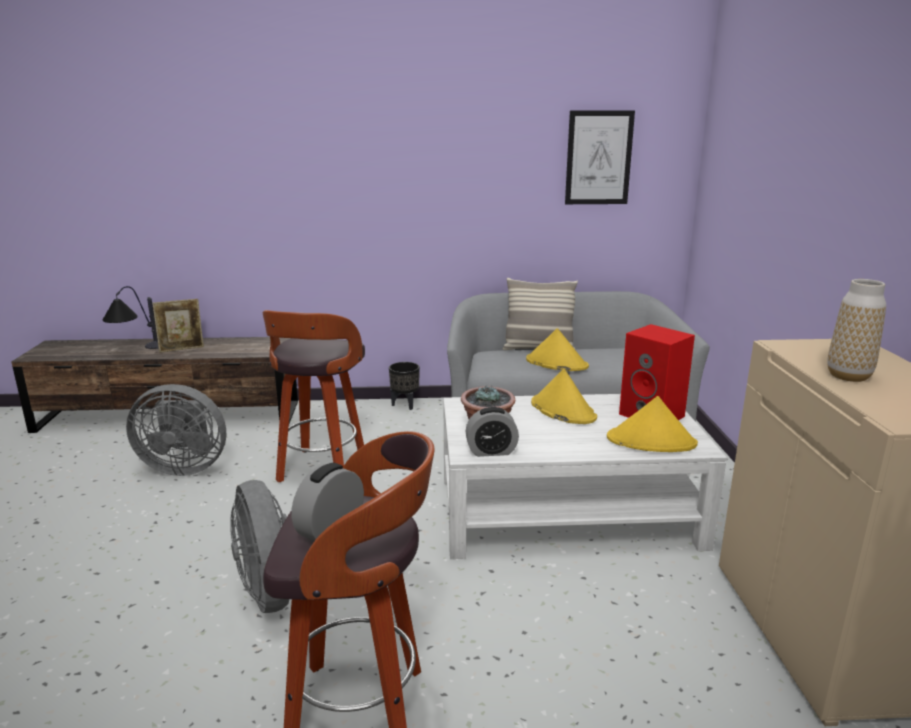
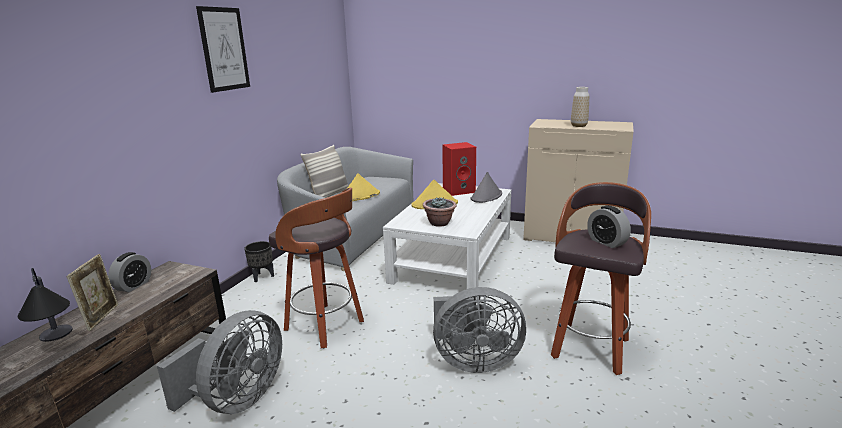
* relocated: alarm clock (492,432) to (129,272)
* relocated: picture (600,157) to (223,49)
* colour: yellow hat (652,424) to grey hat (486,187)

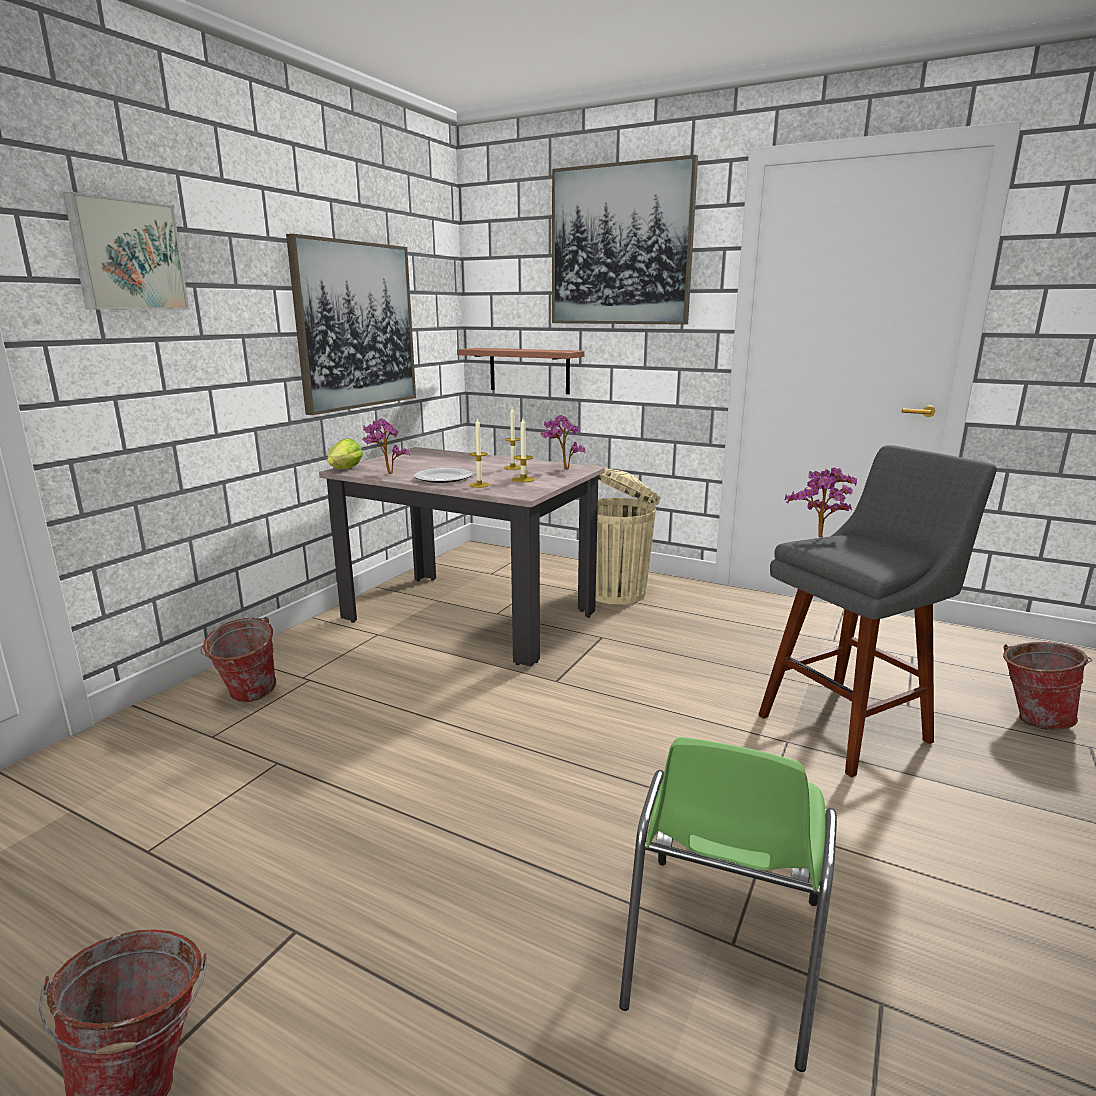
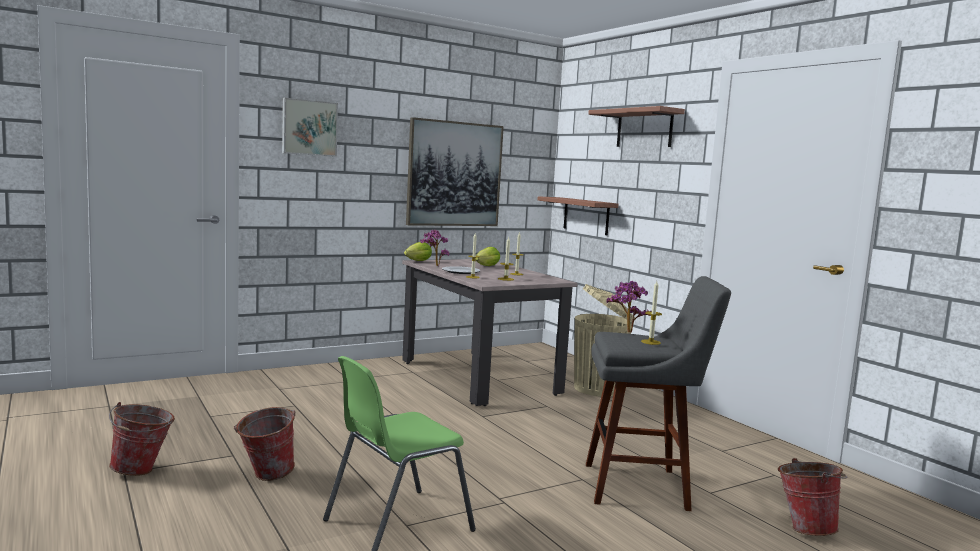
* missing: potted plant (563,442)
* appeared: lettuce (488,256)
* appeared: candle (651,313)
* relocated: bucket (238,659) to (265,444)
* exchanged: picture (625,240) to shelf (636,126)

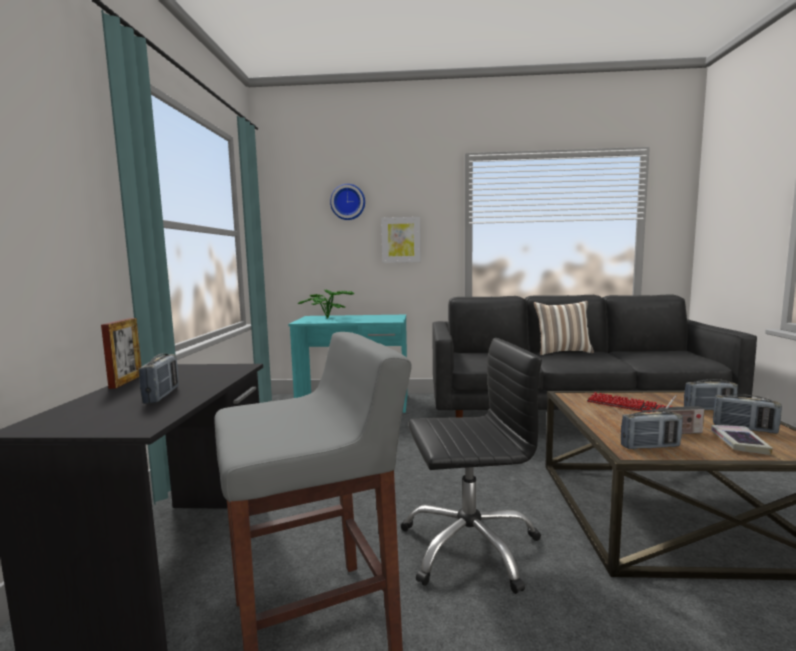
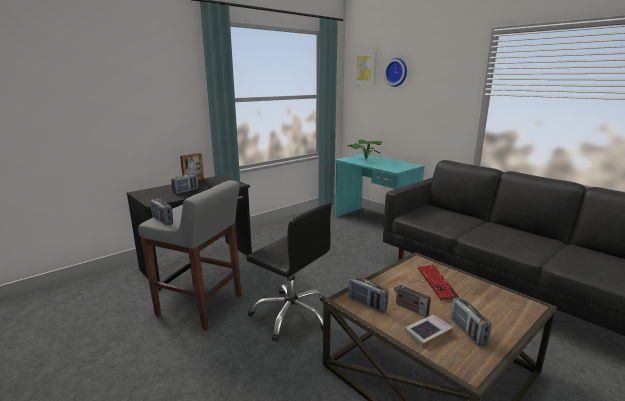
* missing: pillow (564,328)
* relocated: picture (401,240) to (365,67)
* relocated: radio (711,394) to (161,212)

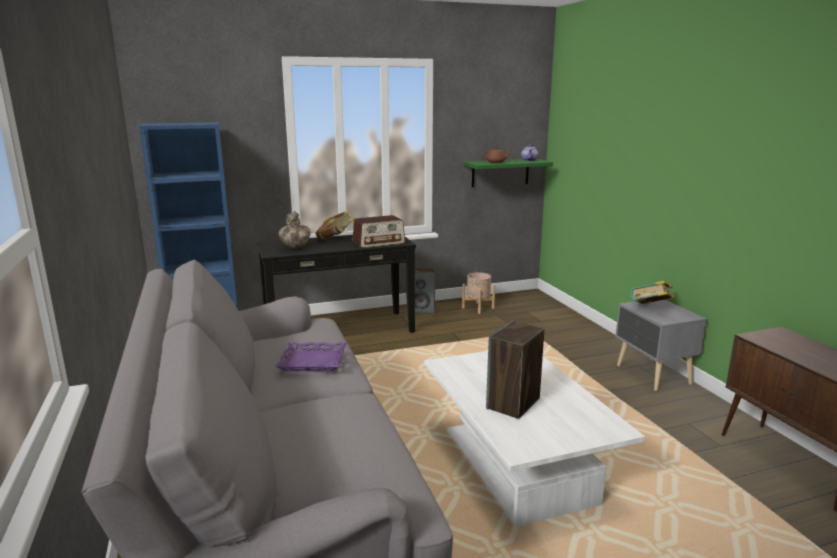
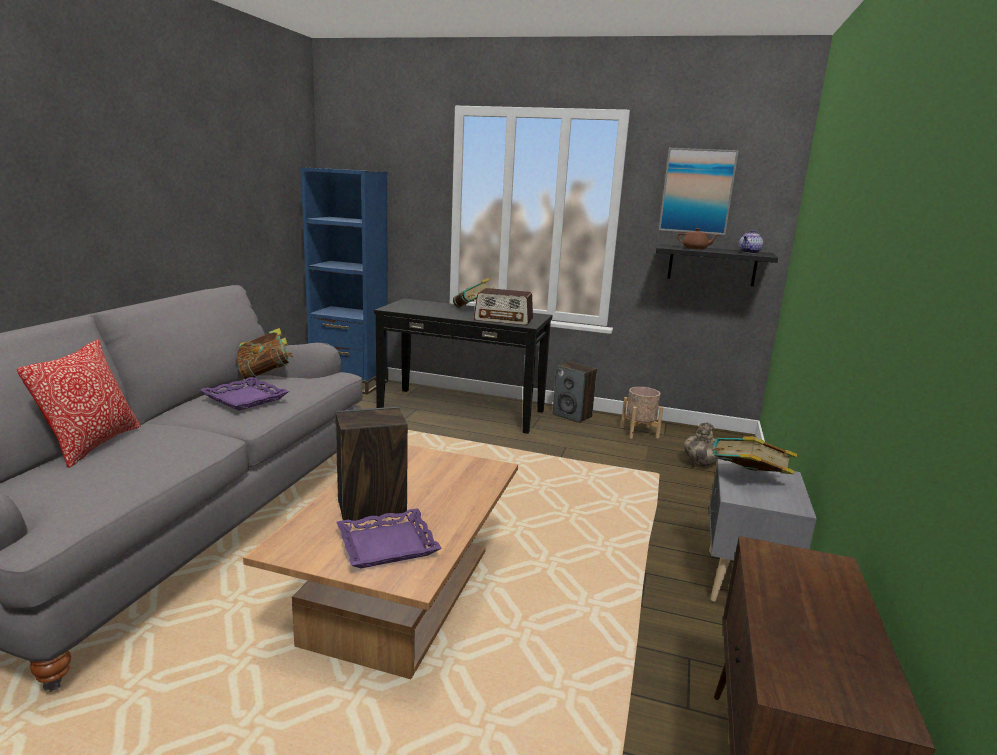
* appeared: pillow (79,403)
* appeared: book (265,354)
* appeared: purple tray (389,538)
* appeared: picture (699,191)
* relocated: vase (295,230) to (701,444)
* colour: white coffee table (534,439) to brown coffee table (380,562)
* colour: green shelf (508,173) to black shelf (717,265)

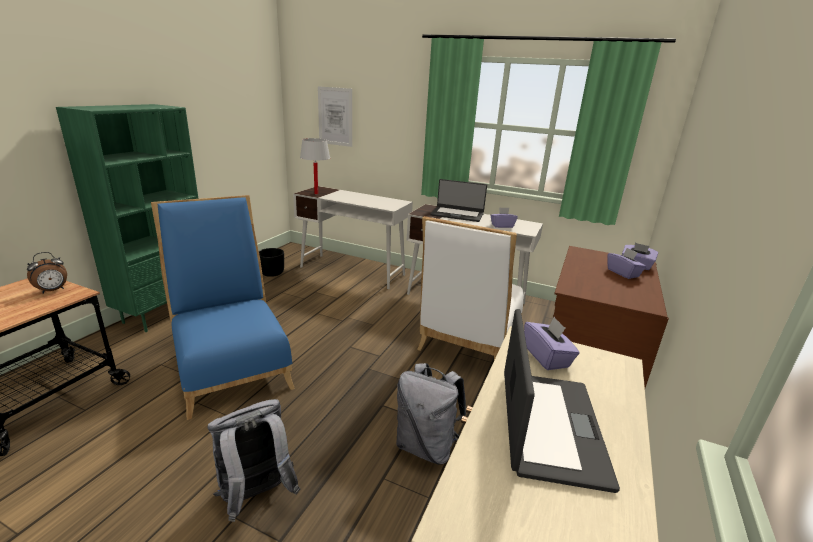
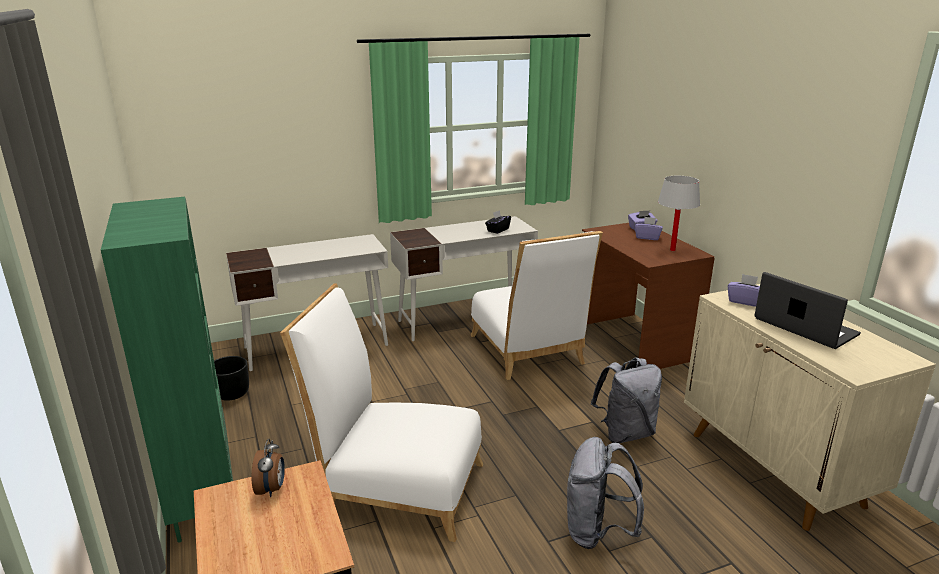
* missing: picture (335,116)
* missing: laptop (458,200)
* relocated: white table lamp (315,166) to (679,213)
* colour: blue chair (223,307) to white chair (381,412)
* colour: purple tissue box (504,217) to black tissue box (498,222)

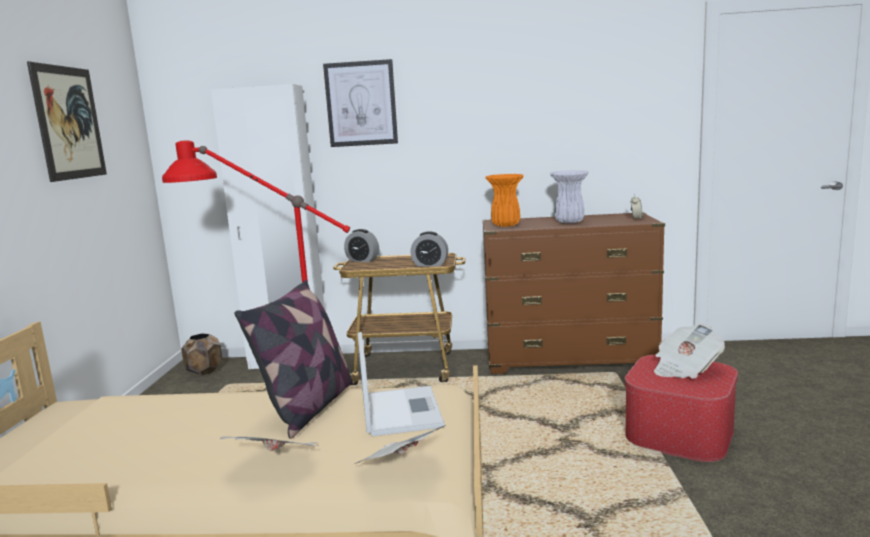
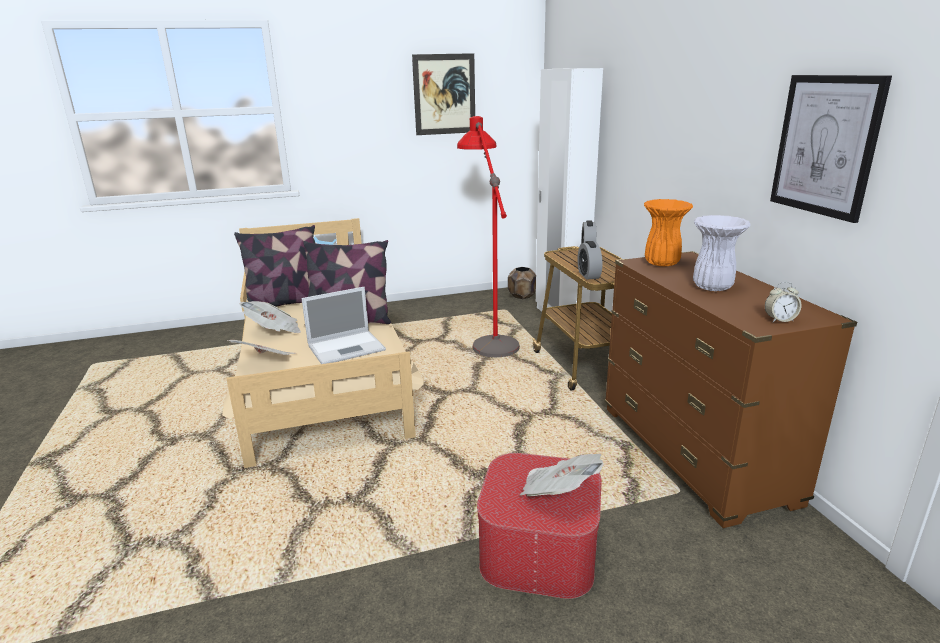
* appeared: pillow (274,266)
* relocated: picture (360,103) to (831,149)

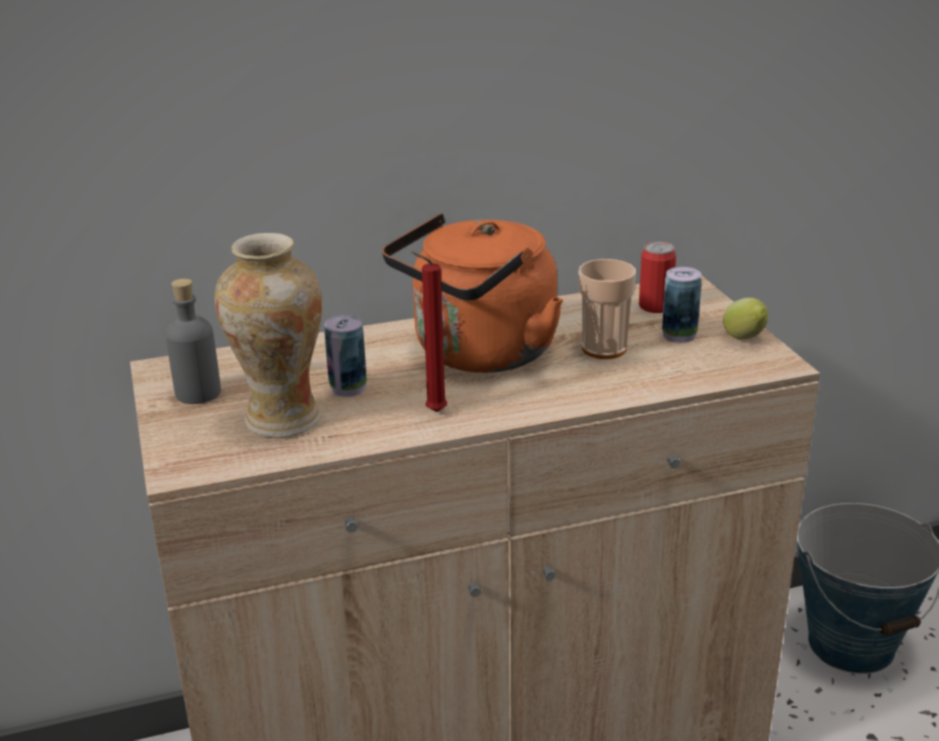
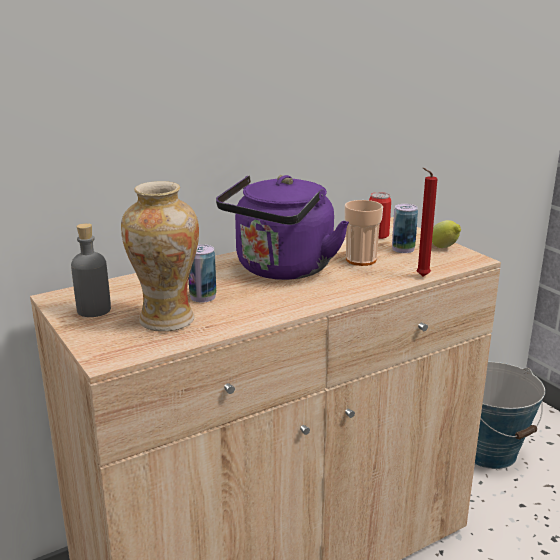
* relocated: red candle (429,332) to (426,222)
* colour: orange kettle (472,293) to purple kettle (282,227)

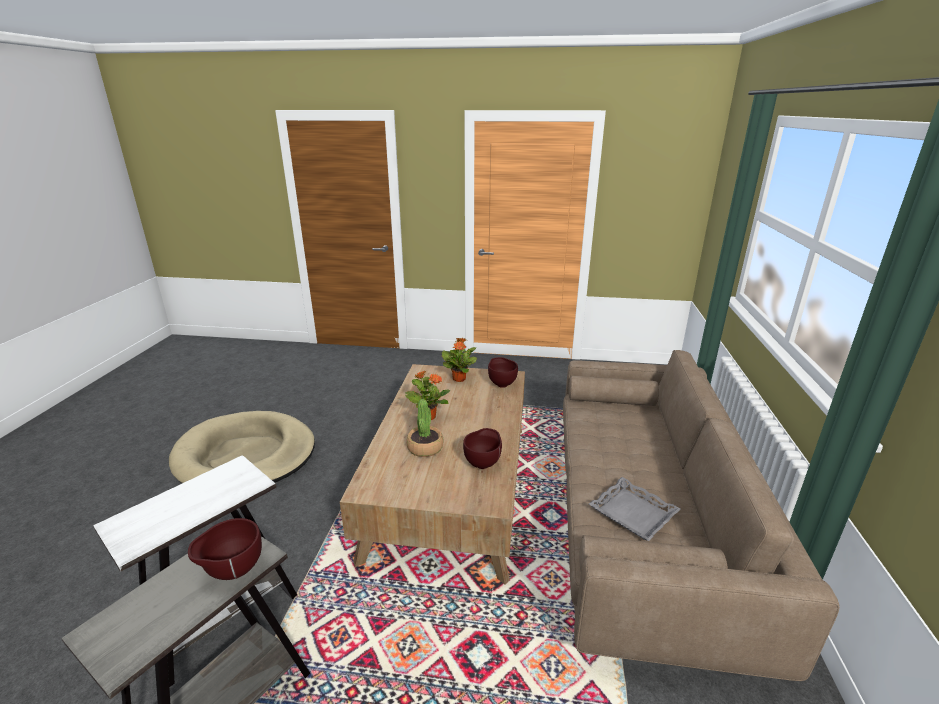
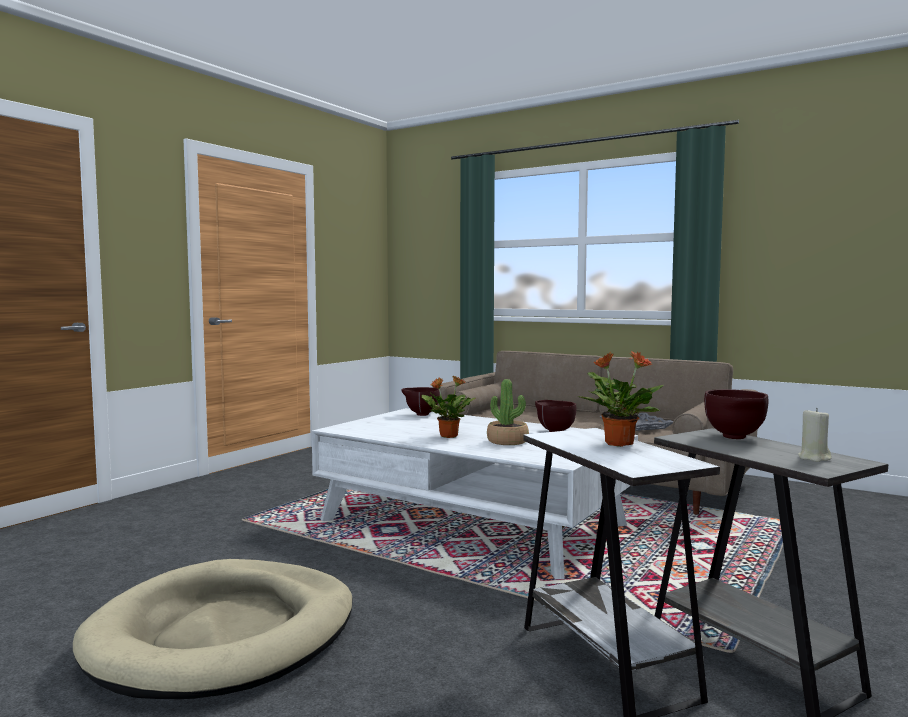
* appeared: beige candle (815,435)
* relocated: potted plant (459,360) to (621,399)
* colour: brown coffee table (432,474) to white coffee table (475,493)

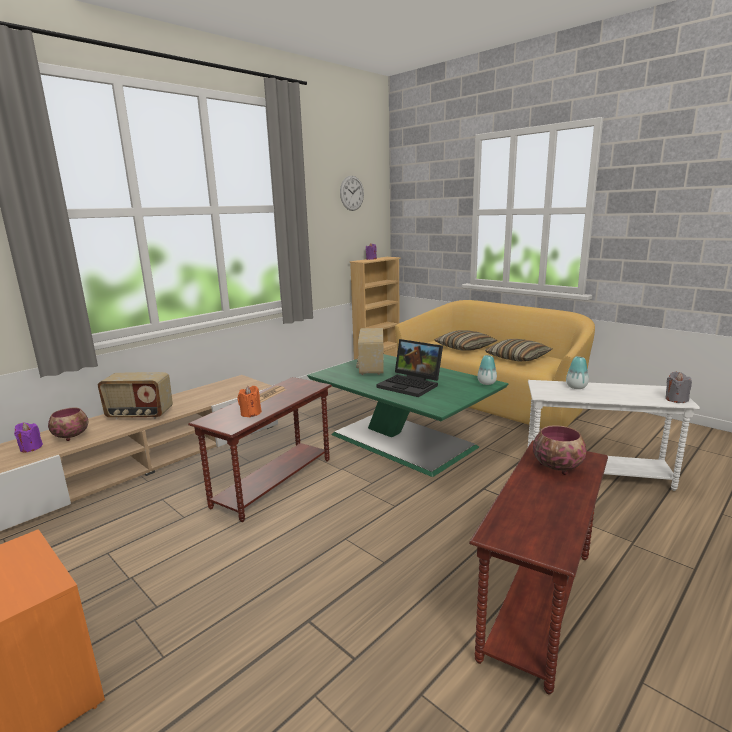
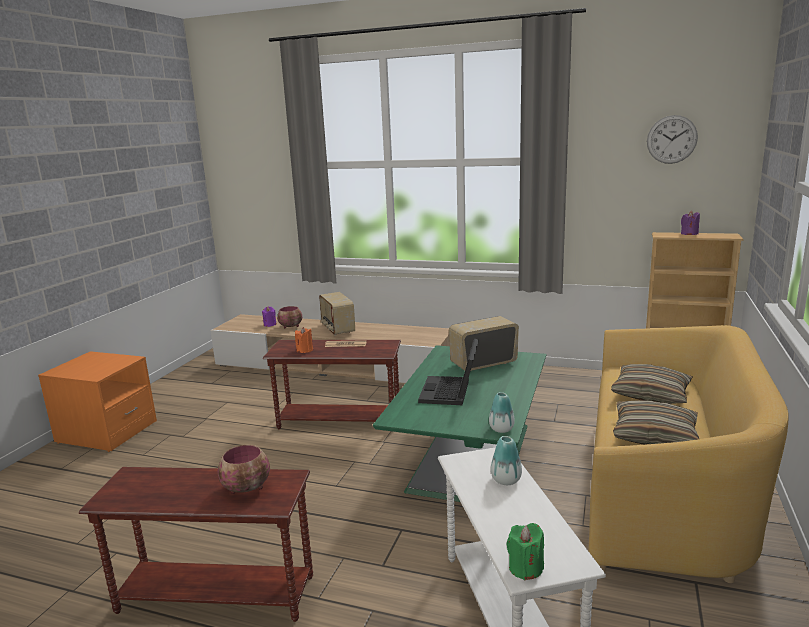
* colour: grey candle (678,387) to green candle (525,551)

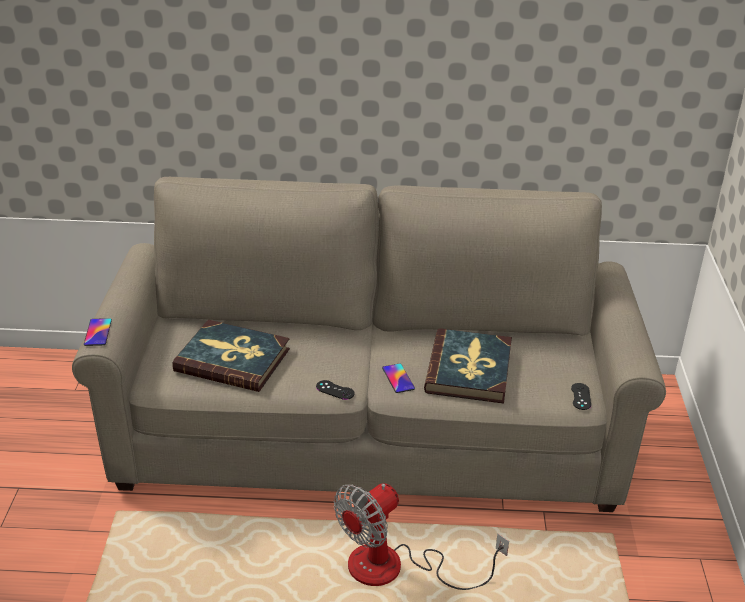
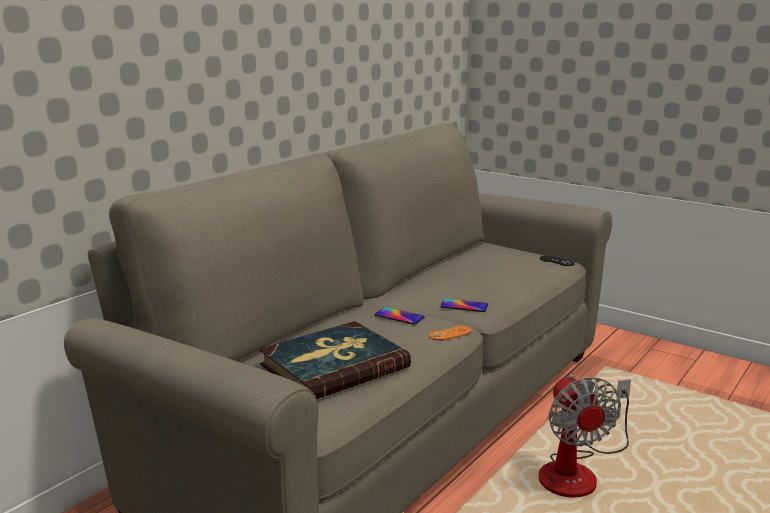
* missing: book (468,366)
* relocated: phone (98,332) to (399,316)
* colour: black game controller (335,390) to orange game controller (450,333)

